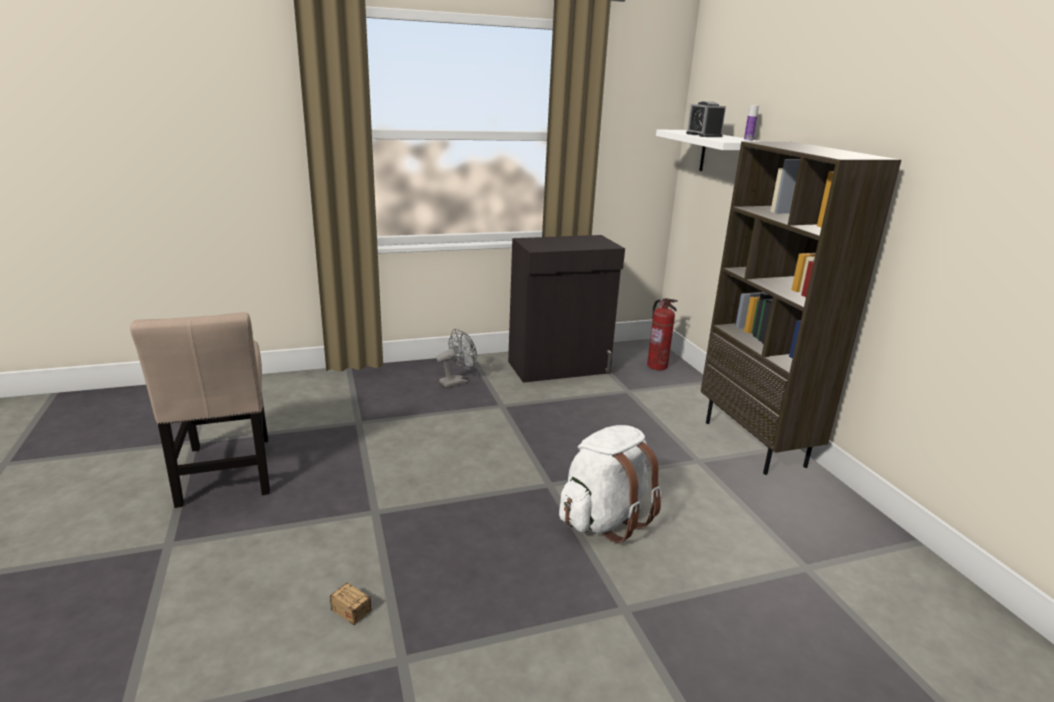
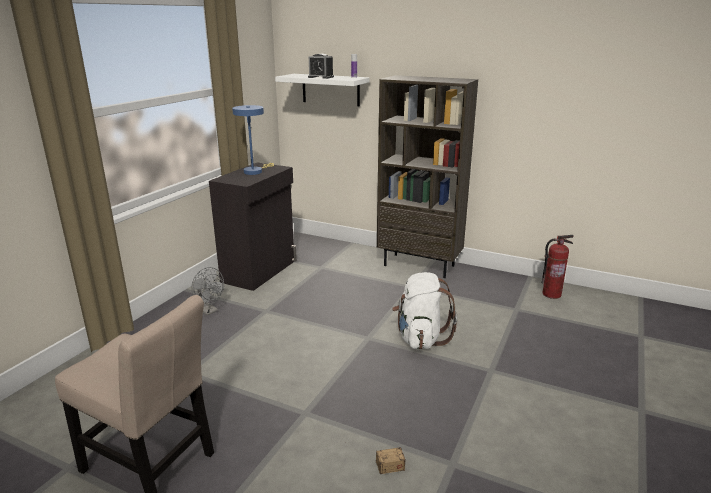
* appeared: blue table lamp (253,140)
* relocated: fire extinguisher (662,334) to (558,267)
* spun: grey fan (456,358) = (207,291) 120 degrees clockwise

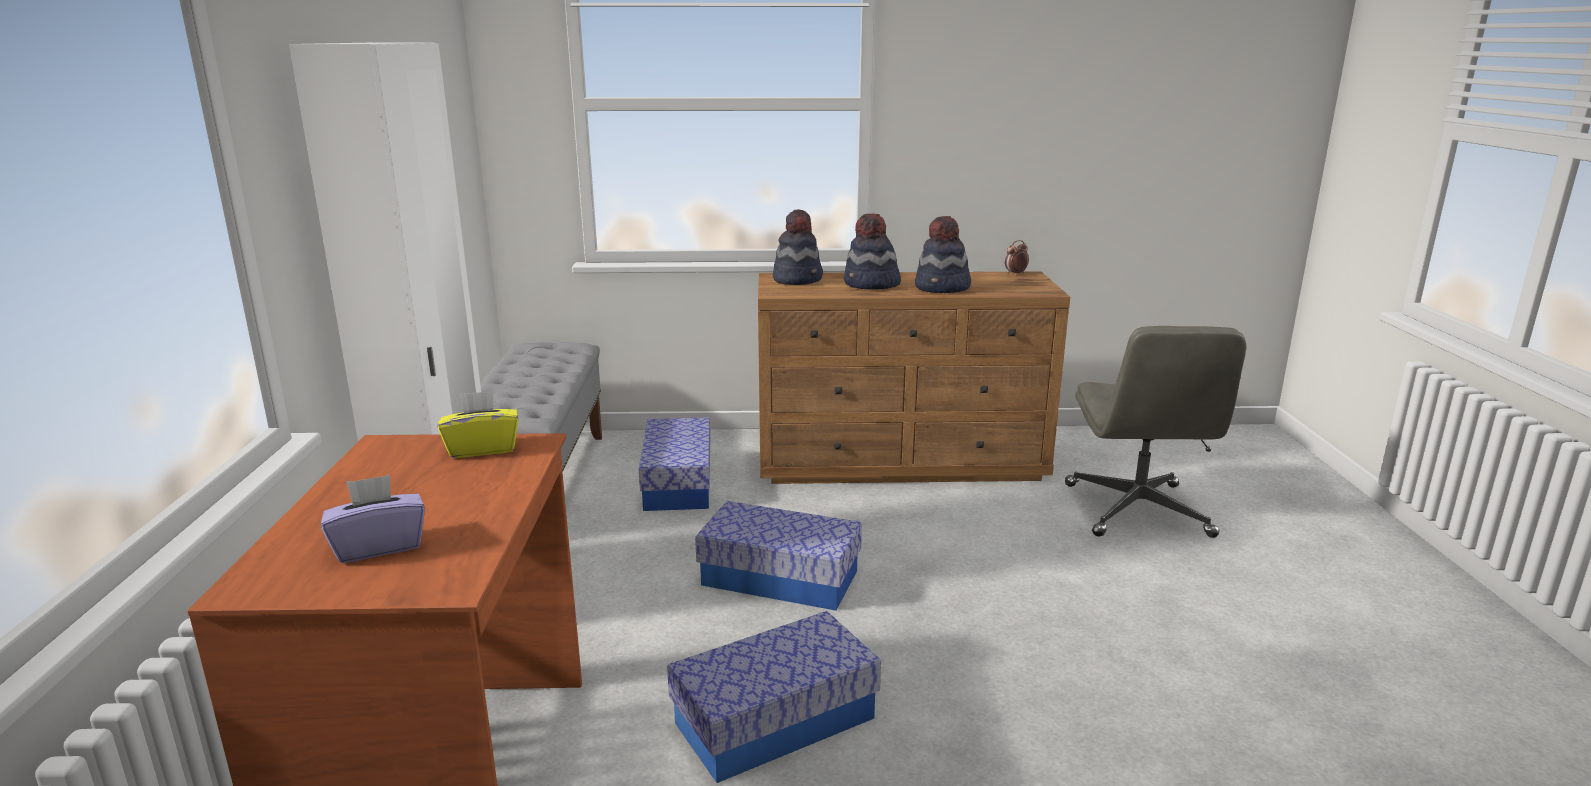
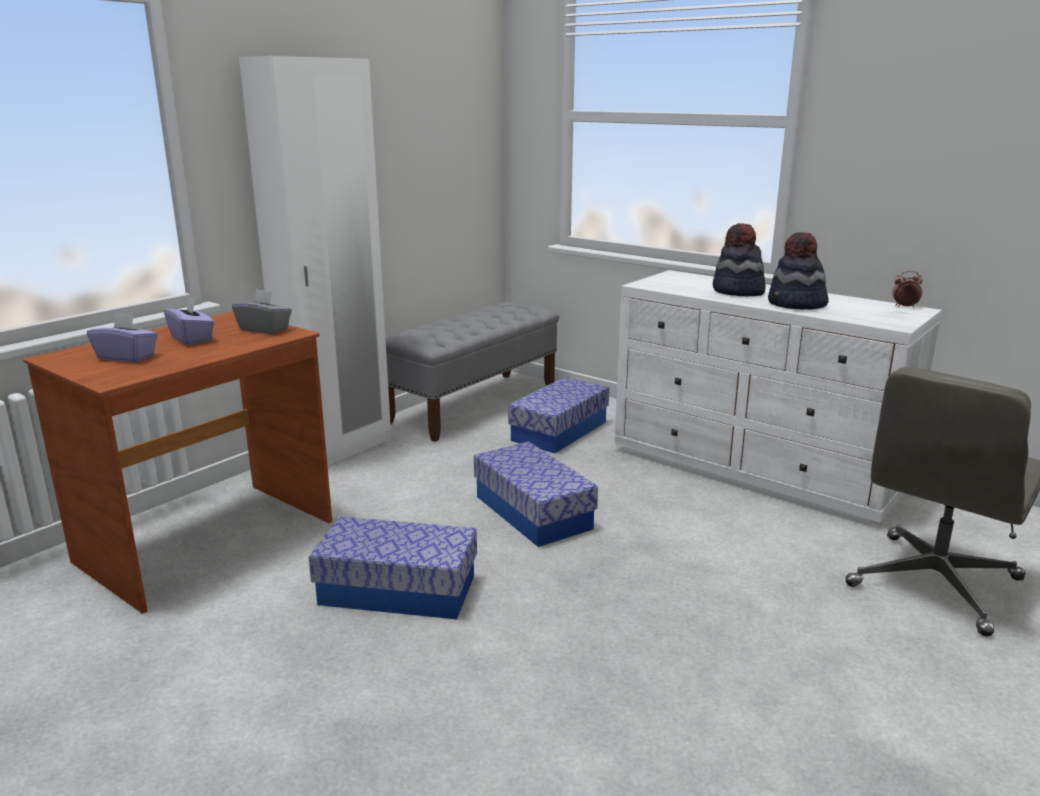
* missing: hat (798,247)
* appeared: purple tissue box (189,321)
* colour: yellow tissue box (478,424) to grey tissue box (262,311)
* colour: brown dresser (914,377) to white dresser (778,398)

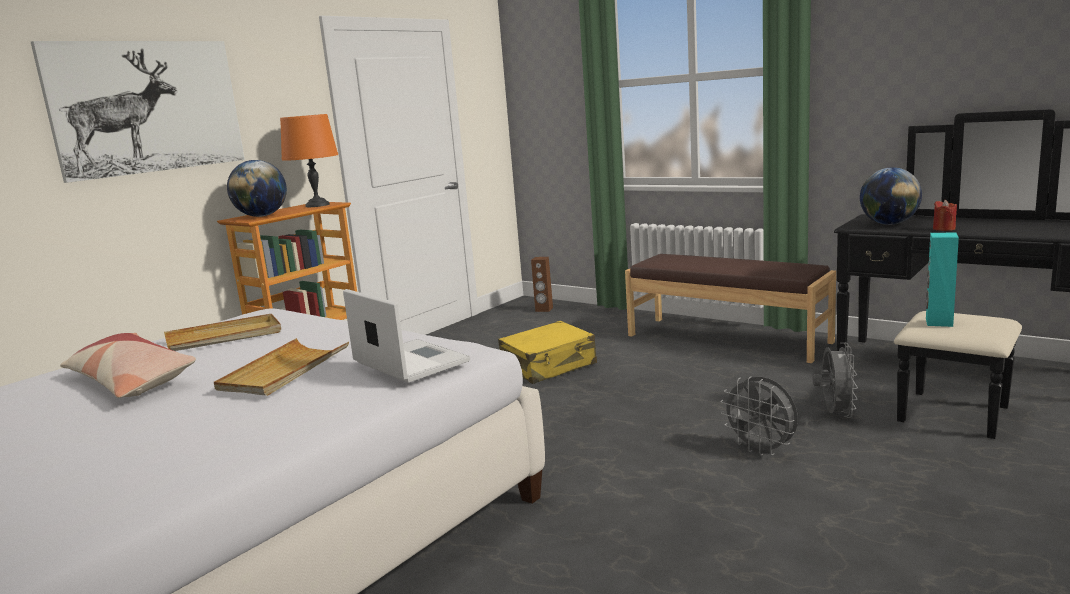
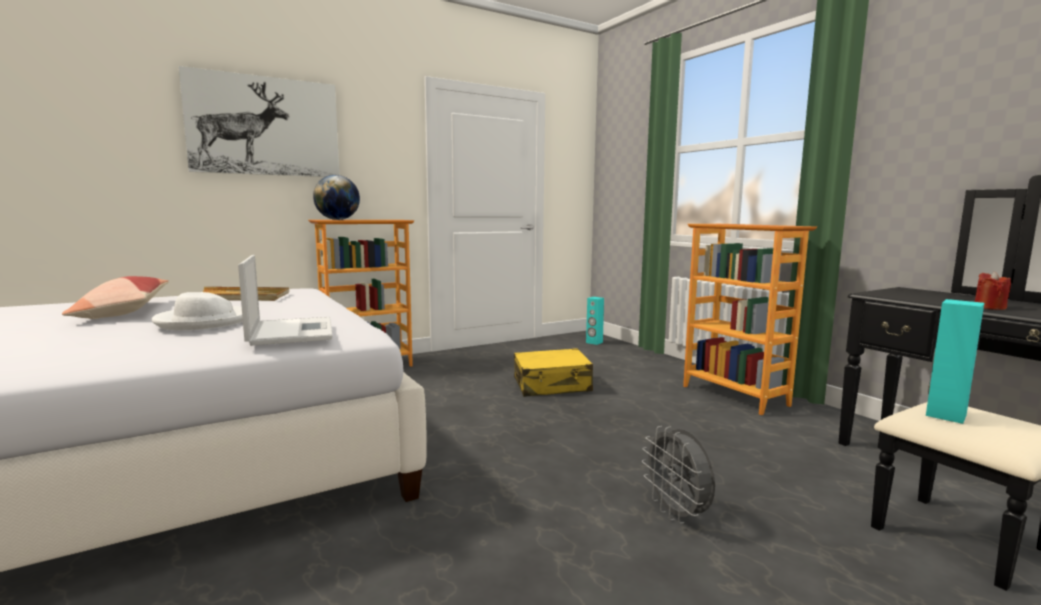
* missing: orange table lamp (309,160)
* missing: grey fan (835,380)
* missing: globe (891,196)
* exchanged: beige tray (281,367) to white hat (197,311)
* exchanged: brown bench (730,308) to bookcase (750,319)
* colour: brown speaker (542,284) to turquoise speaker (595,321)

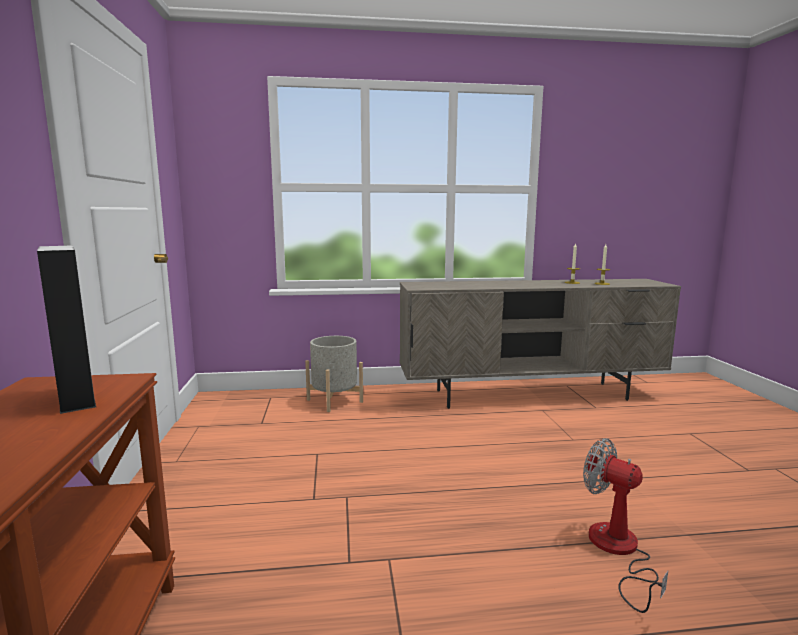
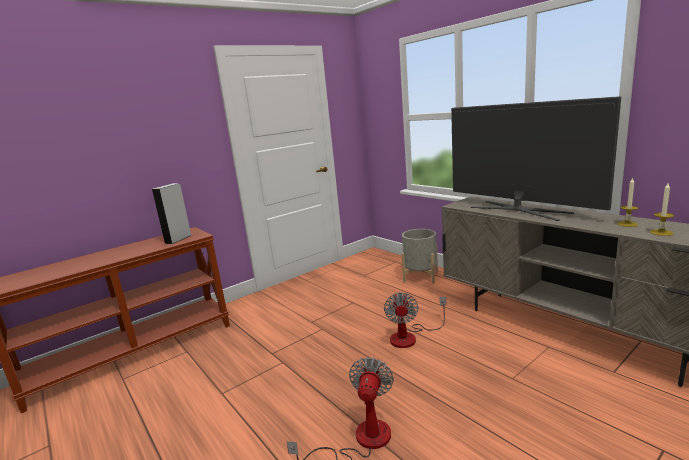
* appeared: fan (415,320)
* appeared: television (536,158)

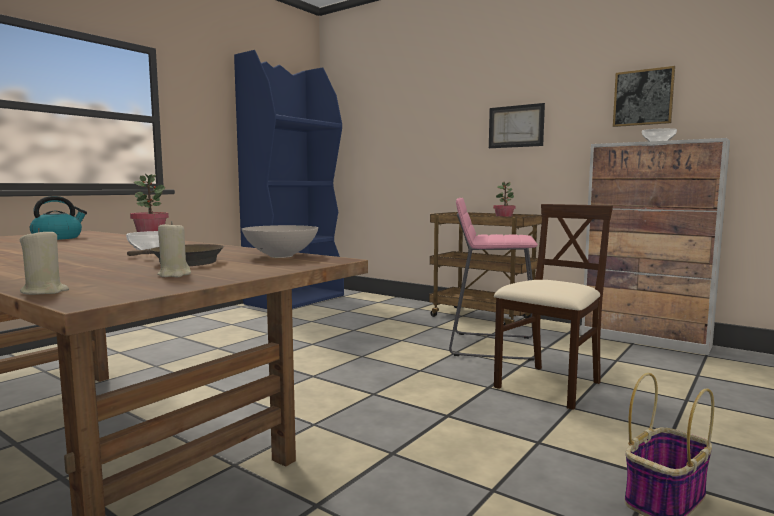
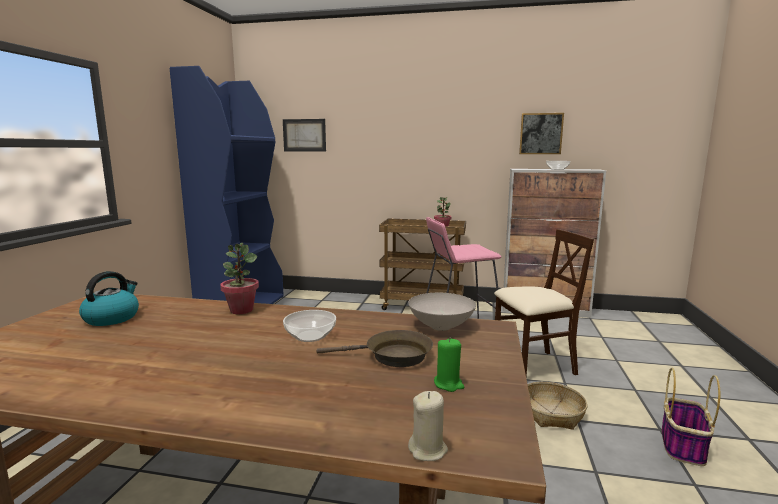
* appeared: basket (558,406)
* relocated: picture (517,125) to (304,135)
* colour: beige candle (174,249) to green candle (449,365)
* spun: beige chair (553,307) = (544,302) 60 degrees clockwise

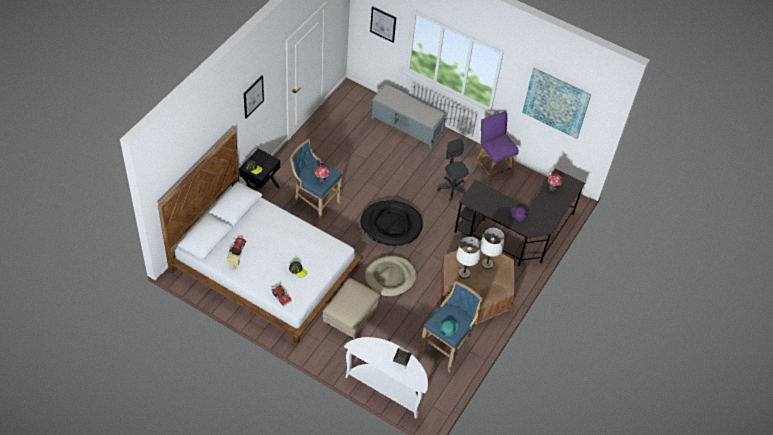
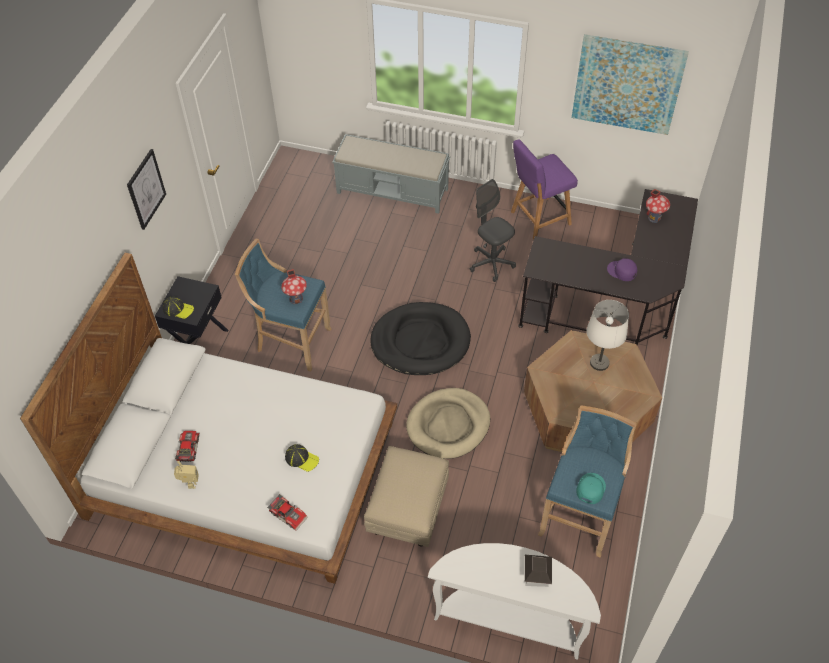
* missing: picture (383,24)
* missing: white table lamp (468,258)
* spun: purple chair (496,148) = (544,189) 75 degrees counterclockwise

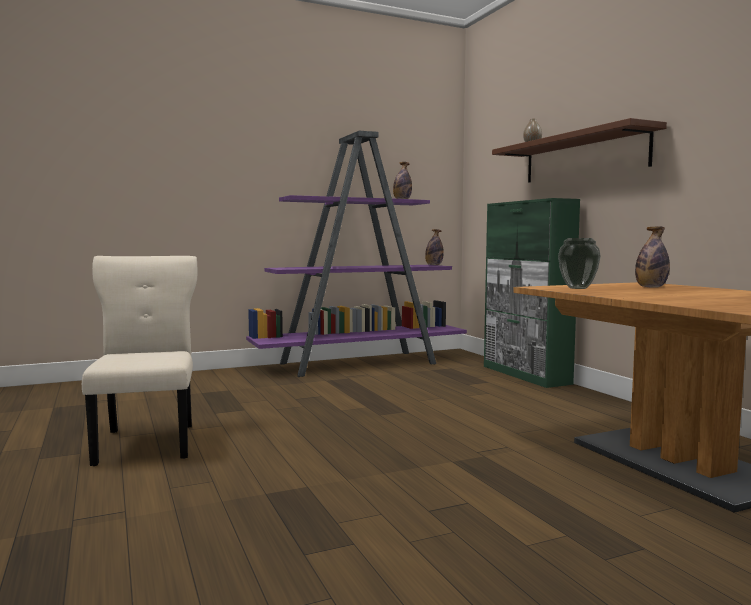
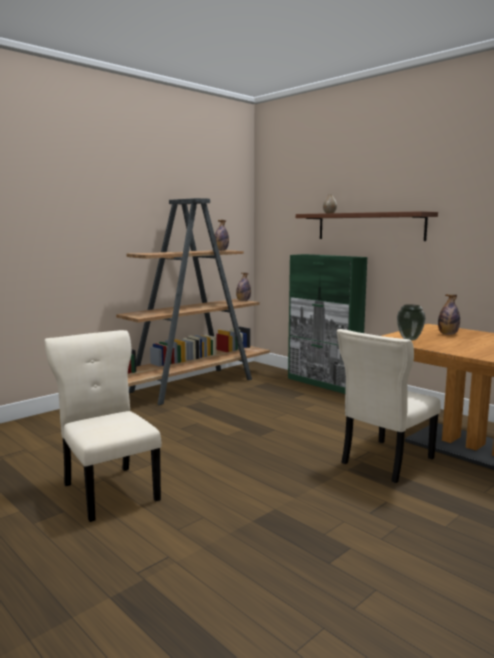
* appeared: beige chair (389,406)
* colour: purple bookcase (356,253) to brown bookcase (193,301)

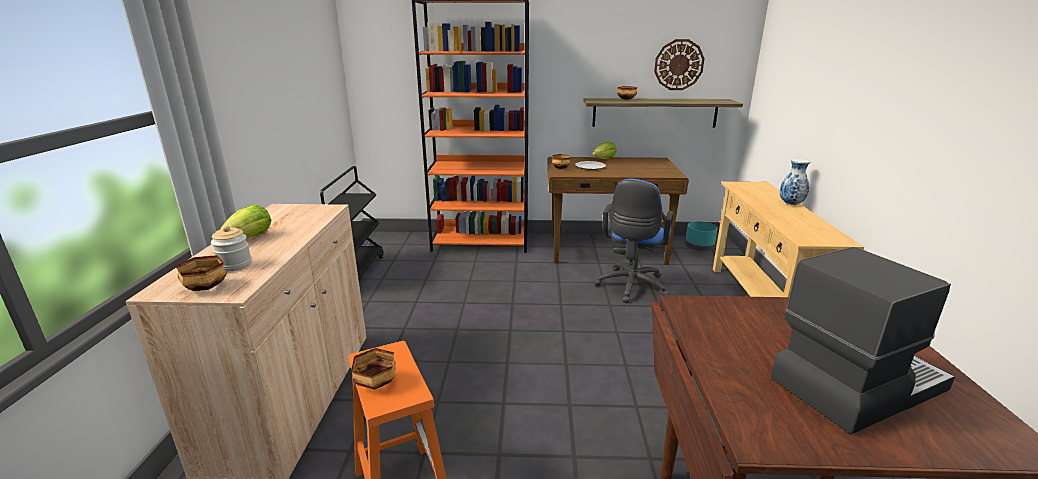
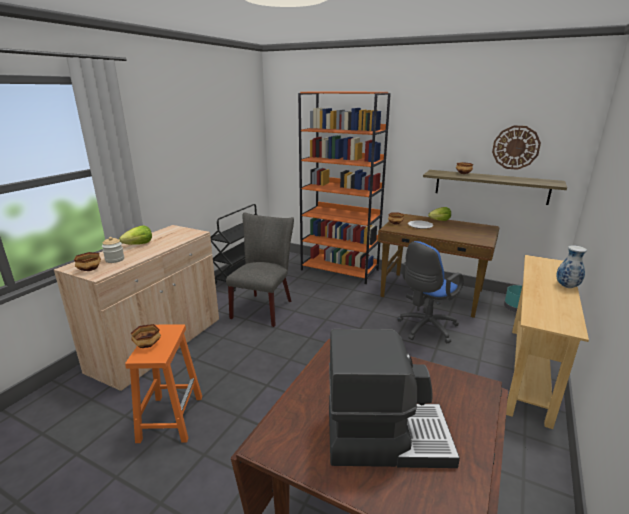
* appeared: grey chair (260,270)

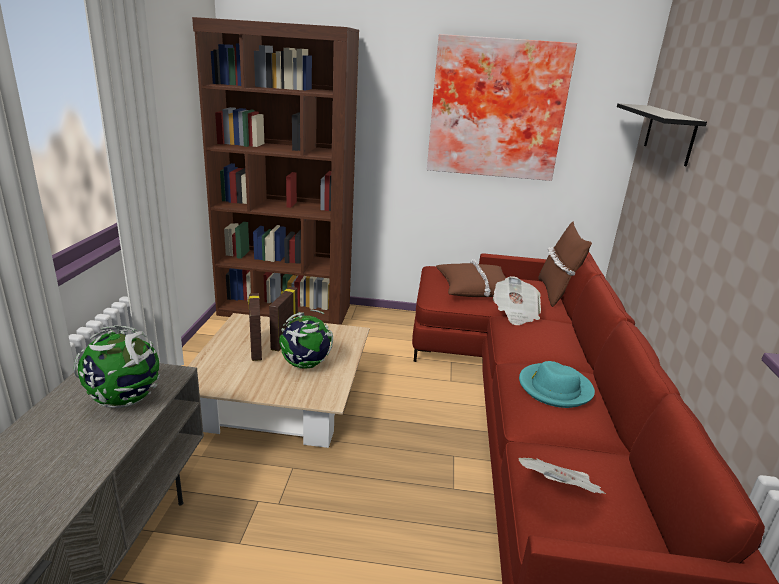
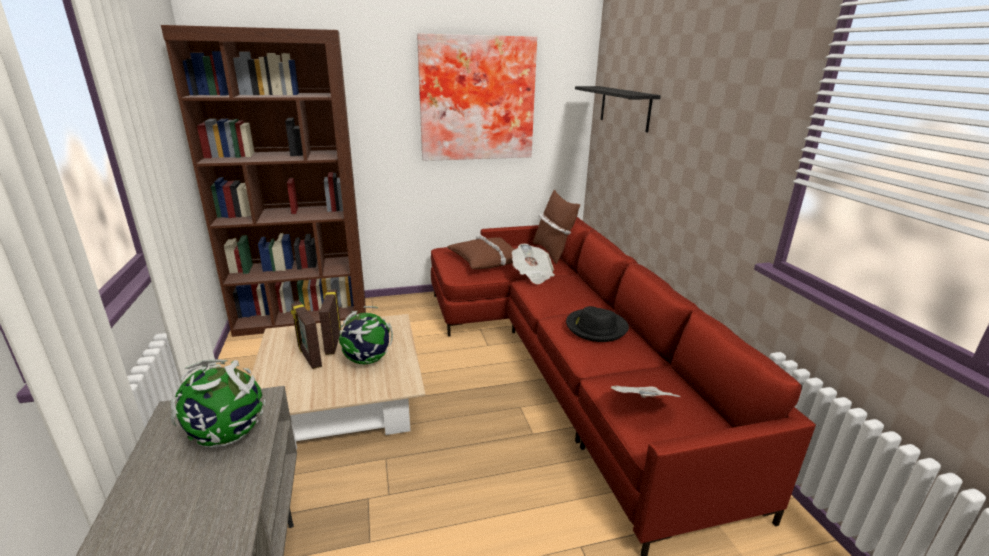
* colour: turquoise hat (557,384) to black hat (597,324)

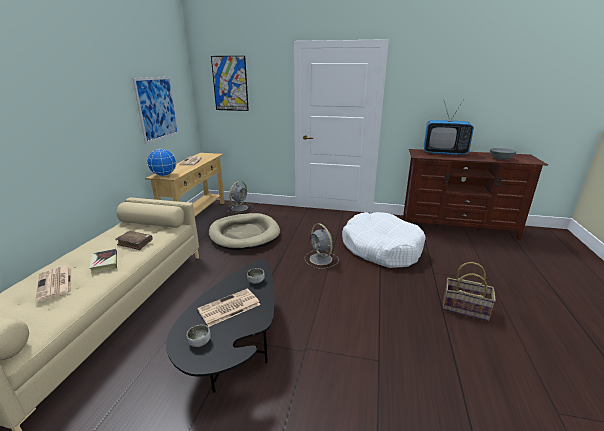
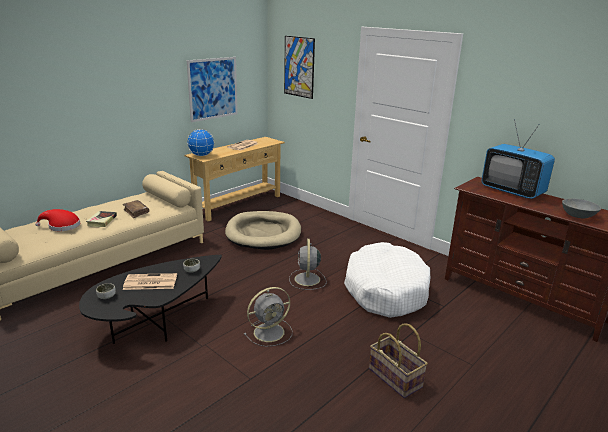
* relocated: grey fan (240,197) to (268,317)
* exchanged: newspaper (53,284) to red hat (57,220)

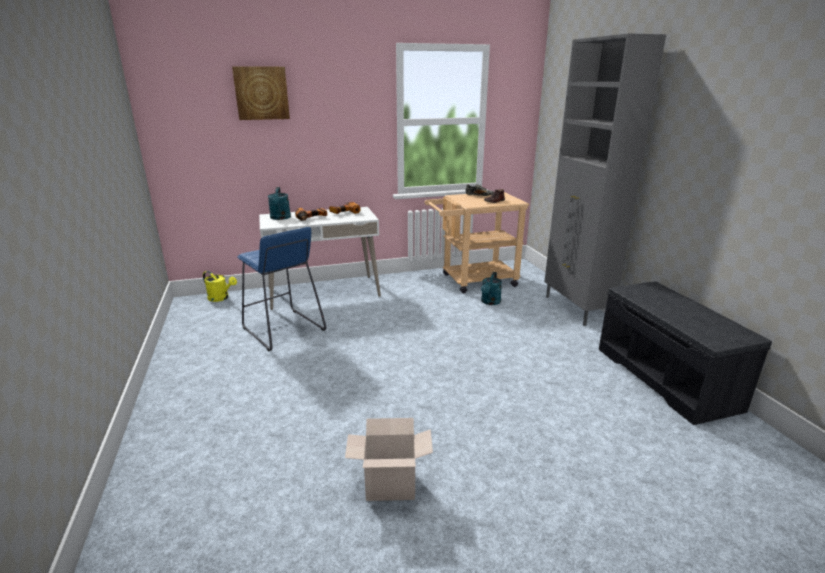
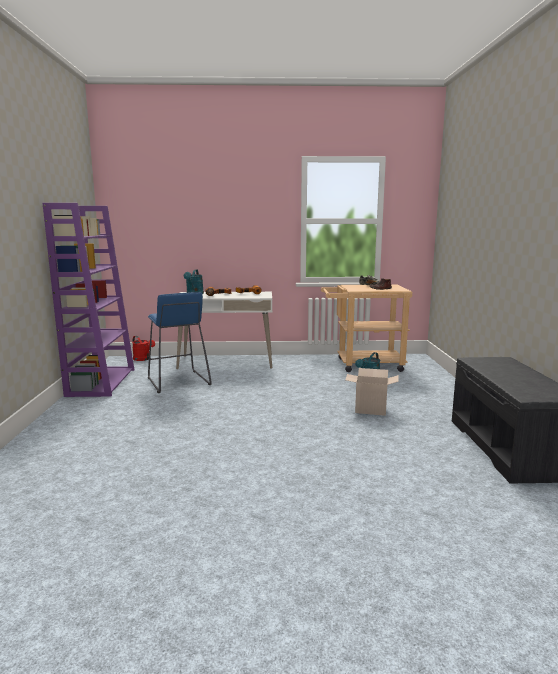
* missing: picture (261,93)
* missing: grey cabinet (605,179)
* appeared: purple bookcase (89,300)
* relocated: cardboard box (389,459) to (372,392)
* colour: yellow watering can (220,286) to red watering can (143,348)

